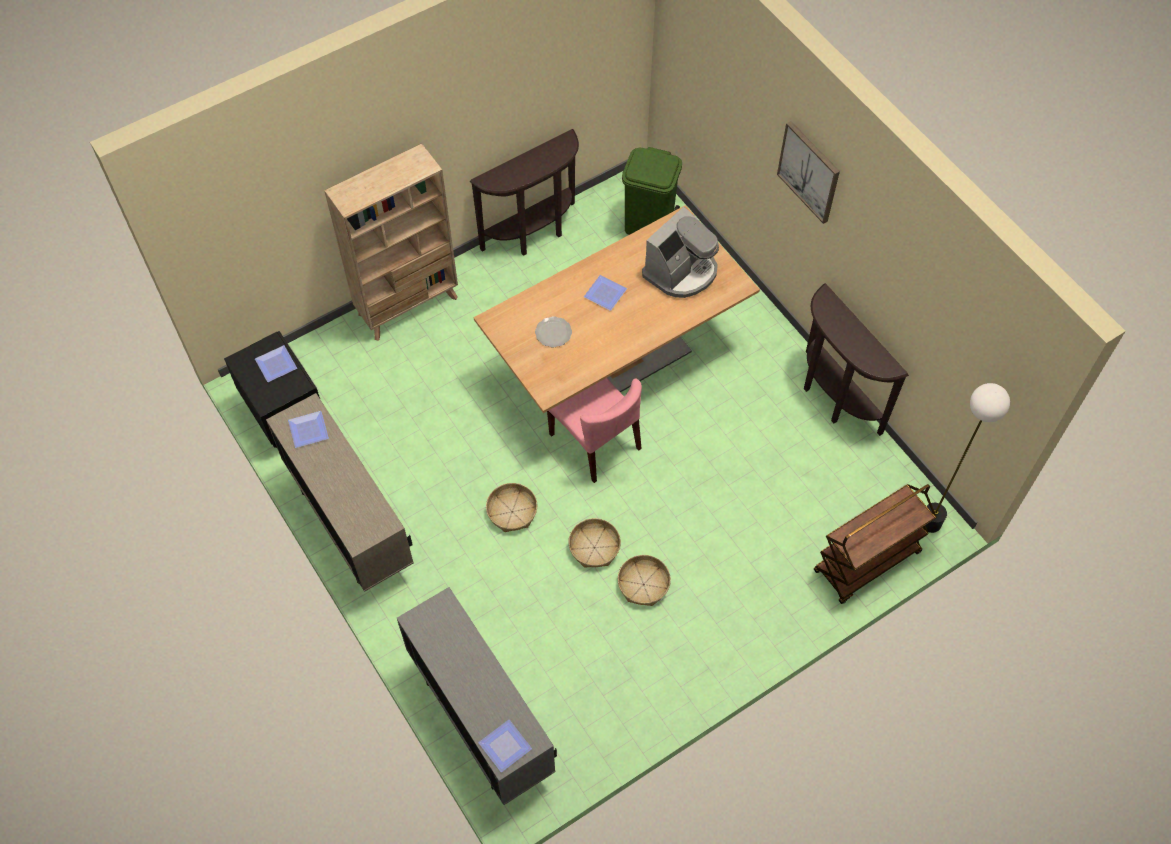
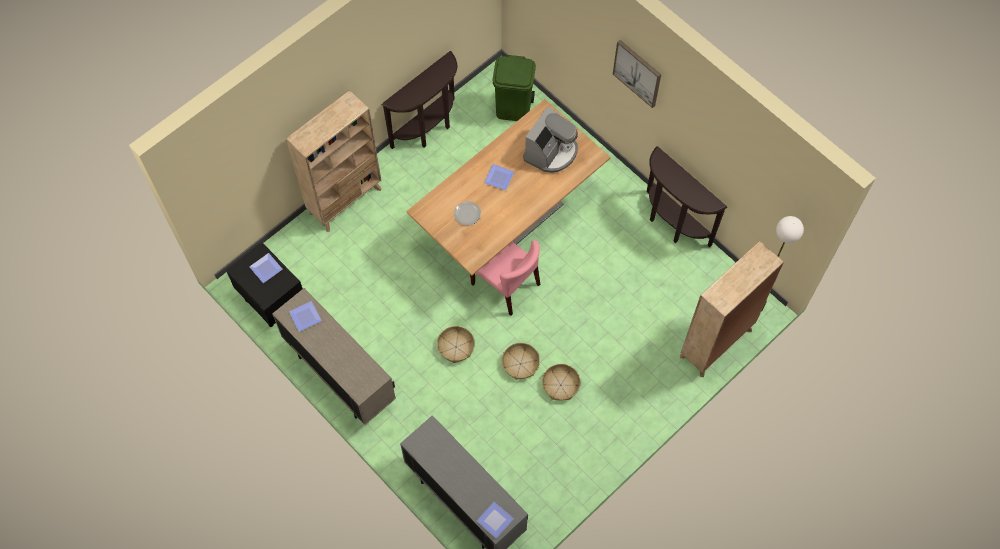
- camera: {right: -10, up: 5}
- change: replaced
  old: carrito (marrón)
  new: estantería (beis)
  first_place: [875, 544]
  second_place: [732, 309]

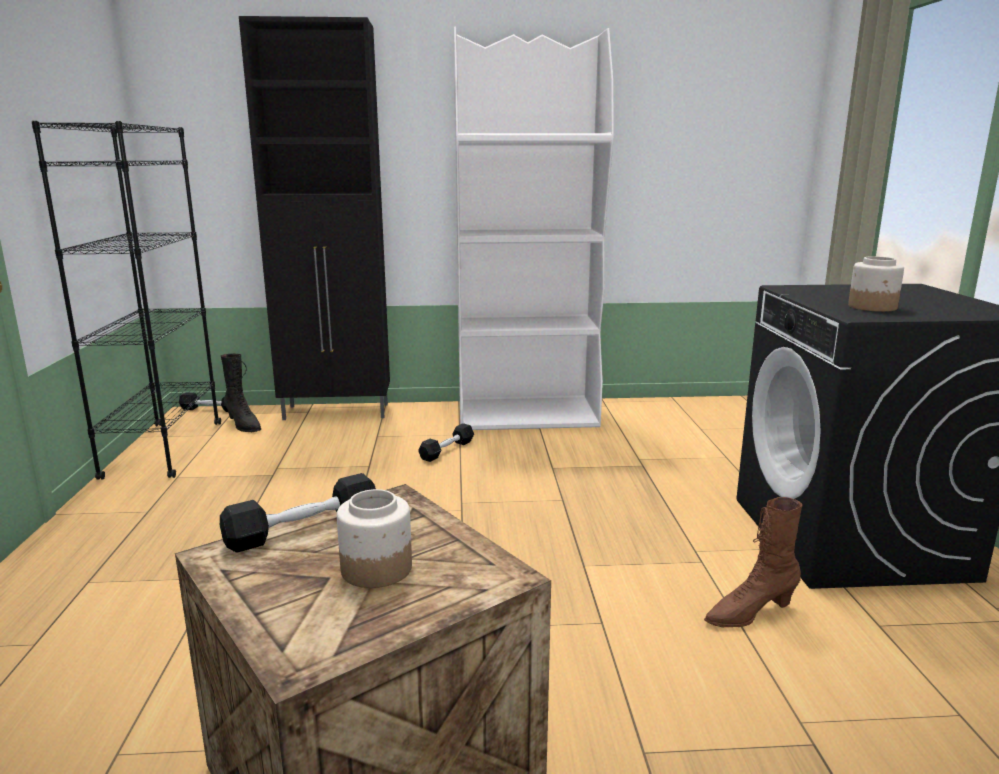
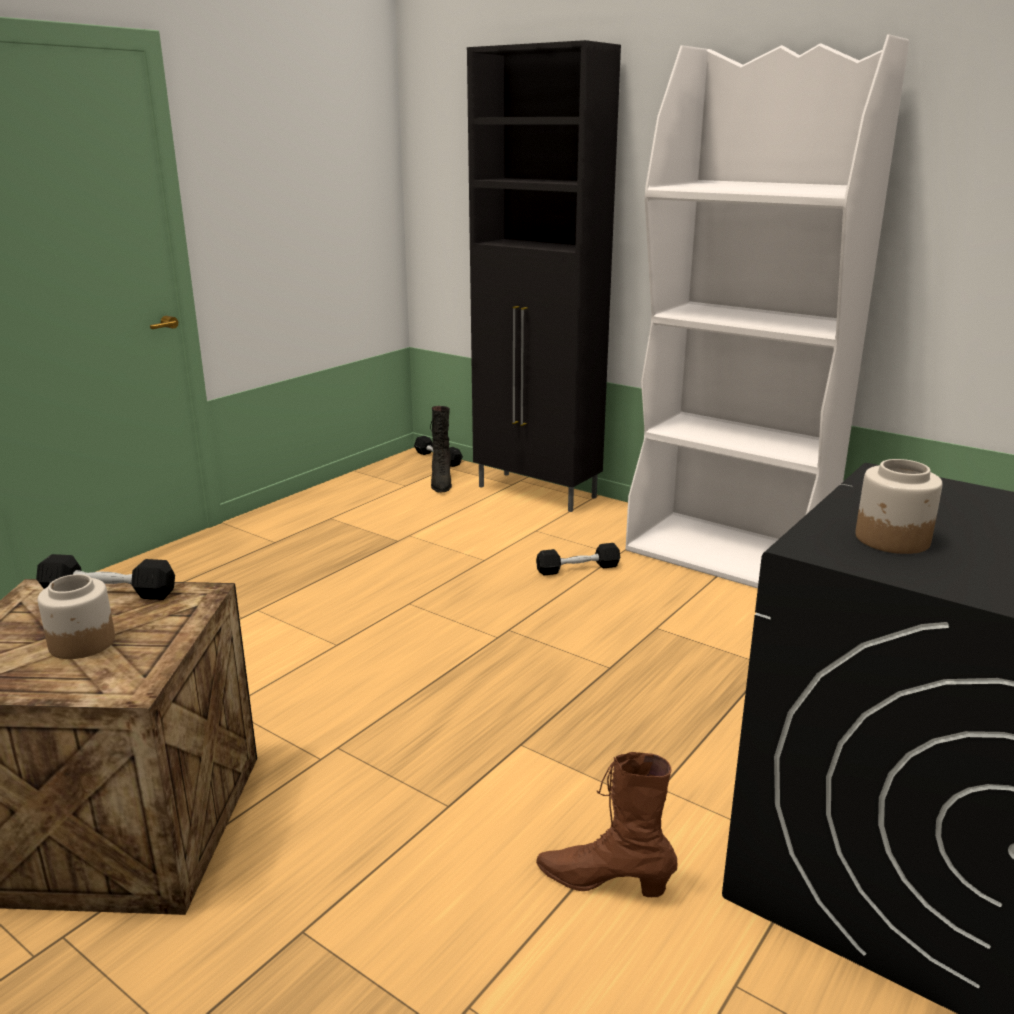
- camera: {right: 40, up: 5}
- change: removed
  old: estantería (negro)
  first_place: [126, 300]

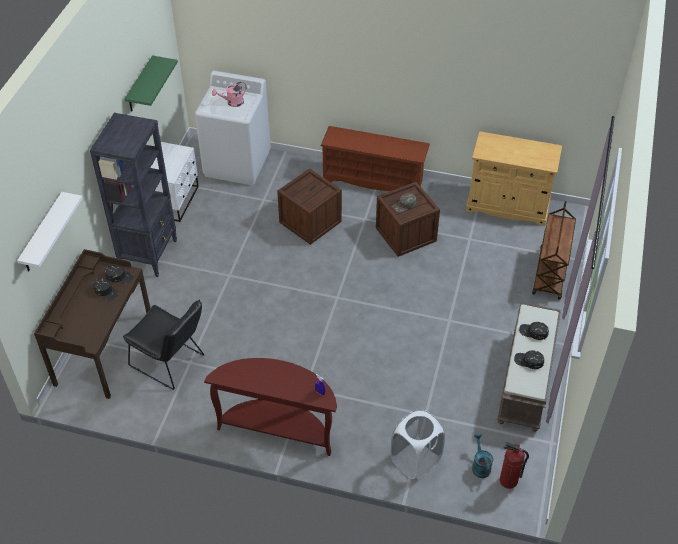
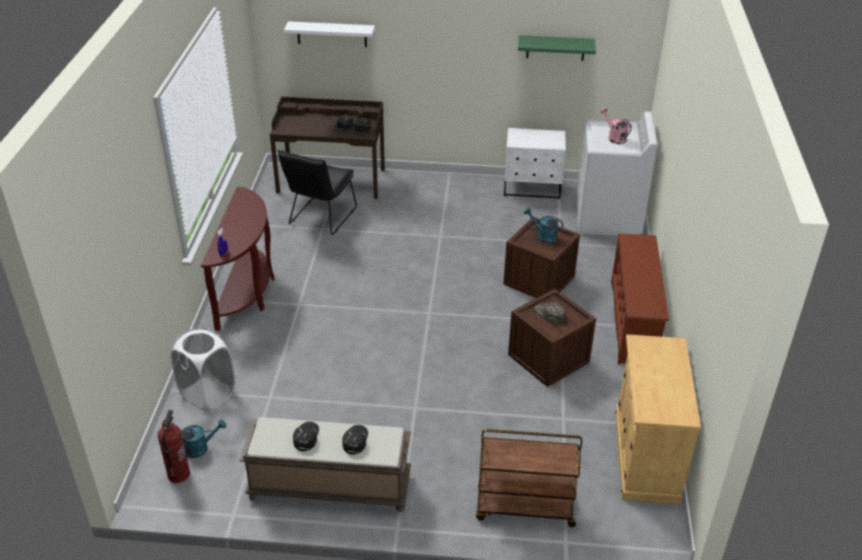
- camera: {right: 80, up: -10}
- change: removed
  old: estantería (negro)
  first_place: [133, 195]
- change: added
  new: regadera (turquesa)
  second_place: [543, 226]

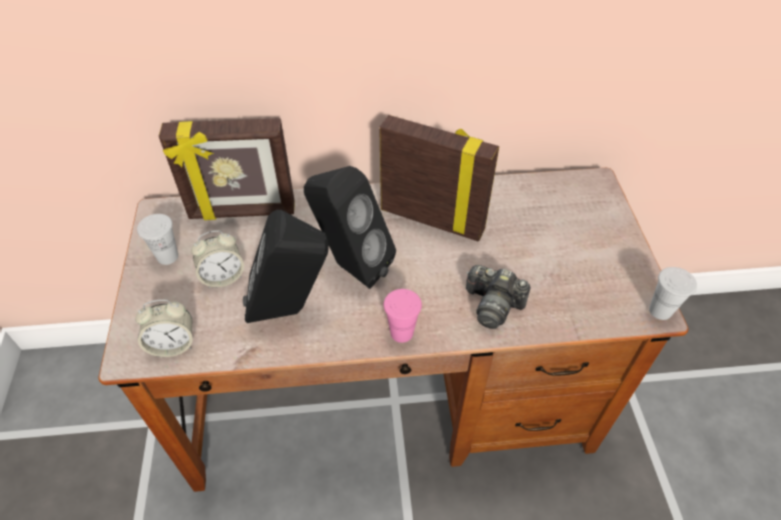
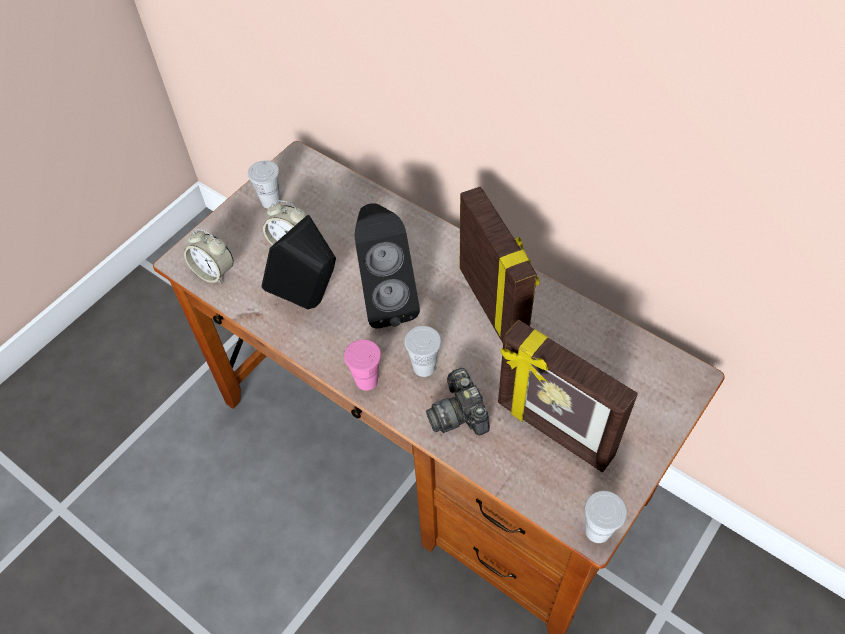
- camera: {right: 45, up: 5}
- change: added
  new: taza (blanco)
  second_place: [422, 351]
- change: moved
  old: portarretratos
  first_place: [227, 169]
  second_place: [568, 396]

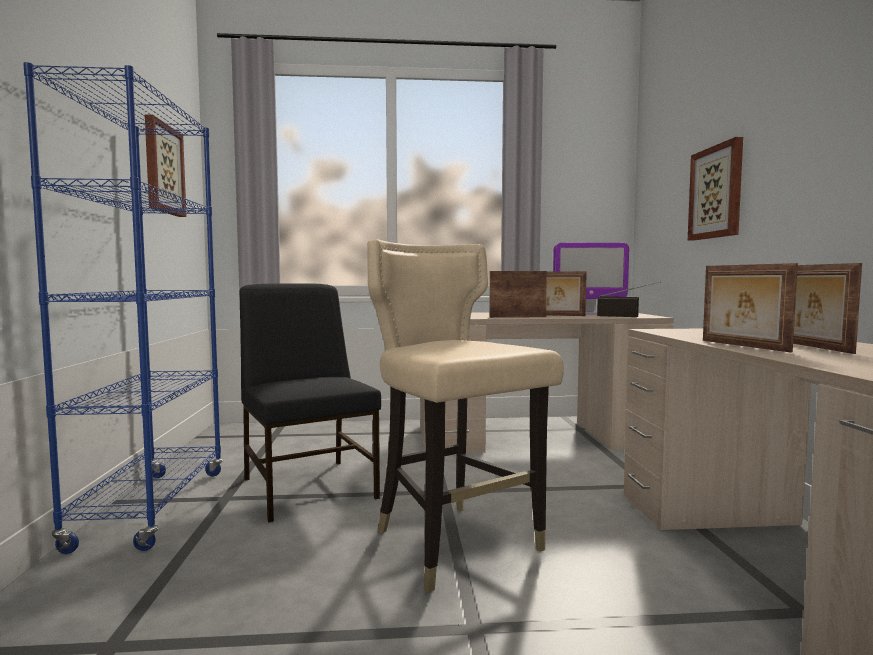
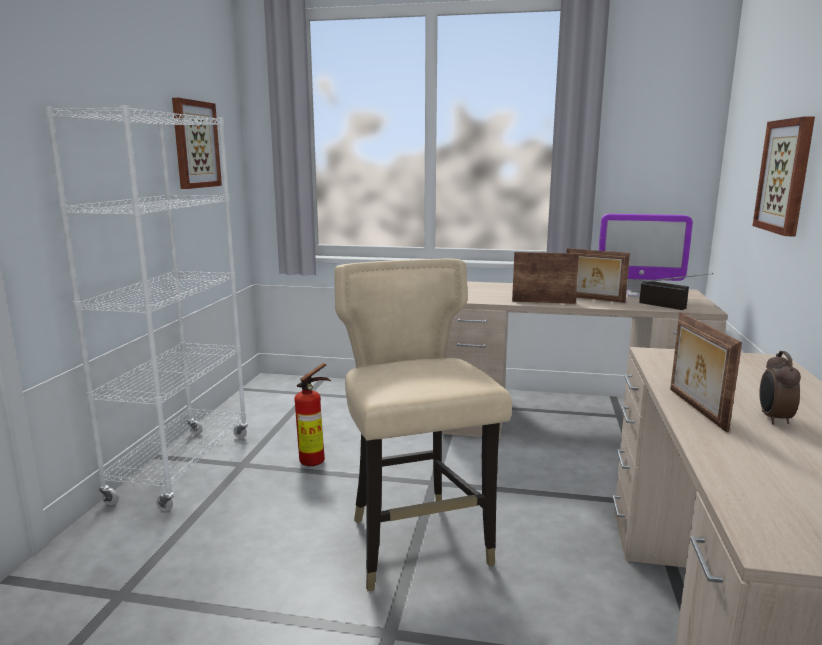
- camera: {right: 15, up: 10}
- change: replaced
  old: silla (negro)
  new: extintor
  first_place: [310, 402]
  second_place: [312, 414]
- change: replaced
  old: portarretratos
  new: despertador
  first_place: [827, 308]
  second_place: [780, 388]
- change: recoloured
  old: estantería (azul)
  new: estantería (blanco)
  first_place: [123, 308]
  second_place: [146, 308]

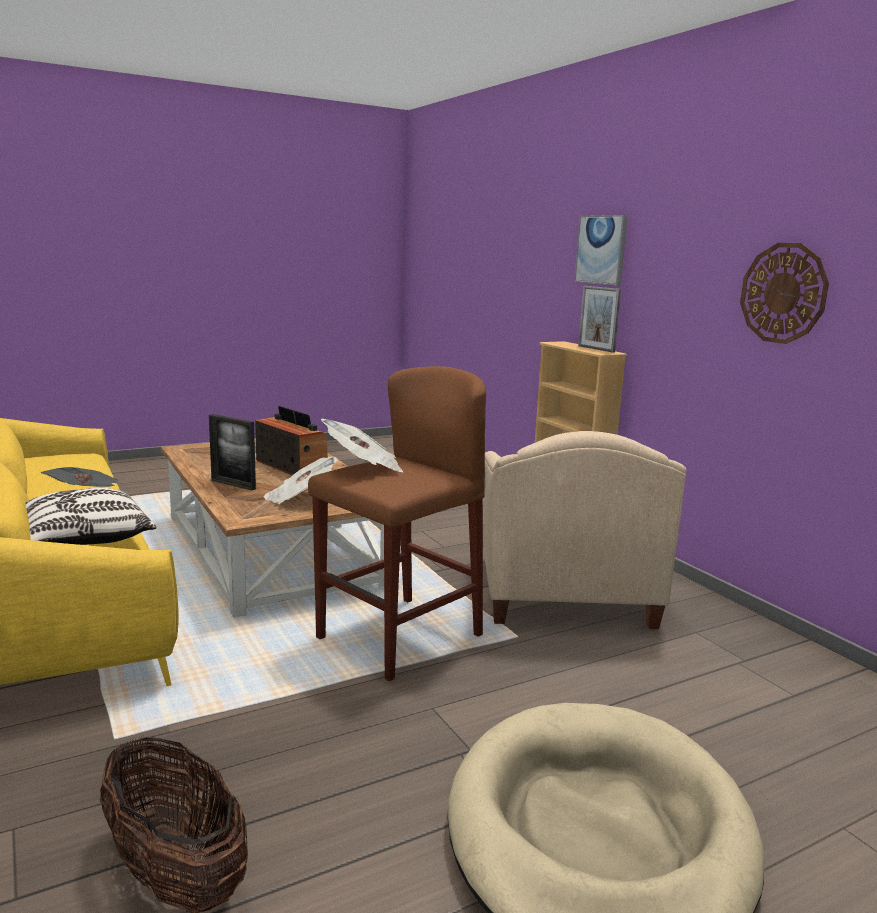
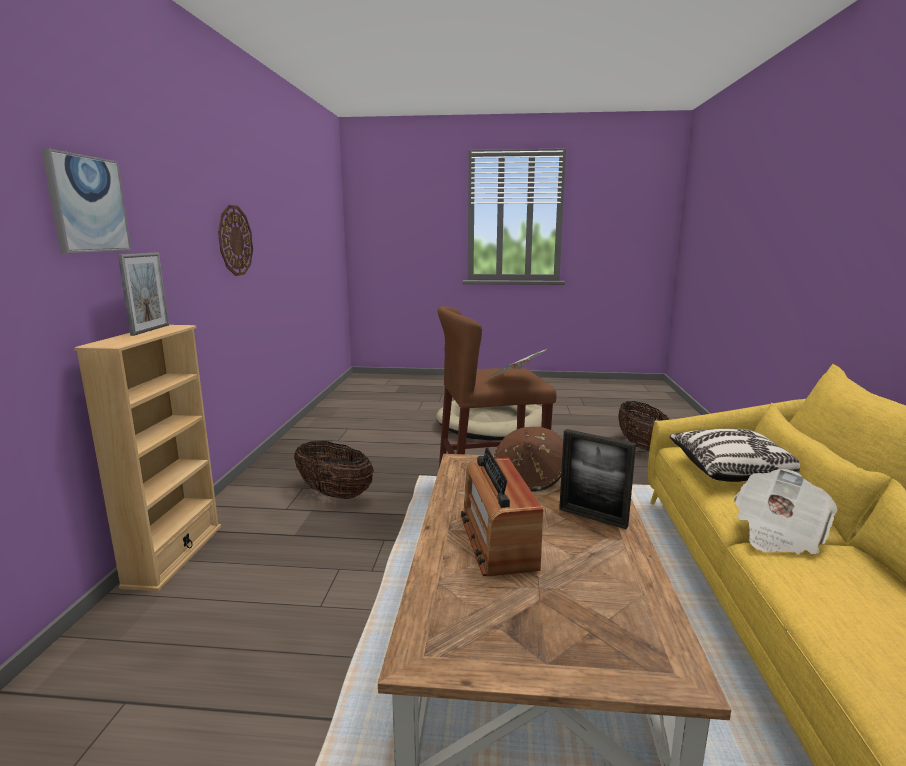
- camera: {right: -145, up: 0}
- change: replaced
  old: periódico
  new: sombrero (marrón)
  first_place: [301, 480]
  second_place: [528, 459]
- change: replaced
  old: sillón (beis)
  new: cesta
  first_place: [585, 530]
  second_place: [334, 470]
- change: turned
  old: portarretratos
  first_place: [232, 452]
  second_place: [597, 479]
  degrees: 150

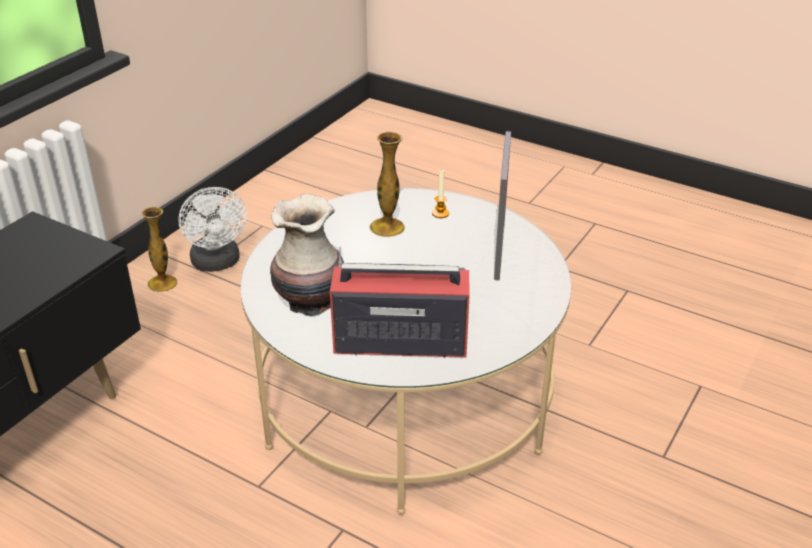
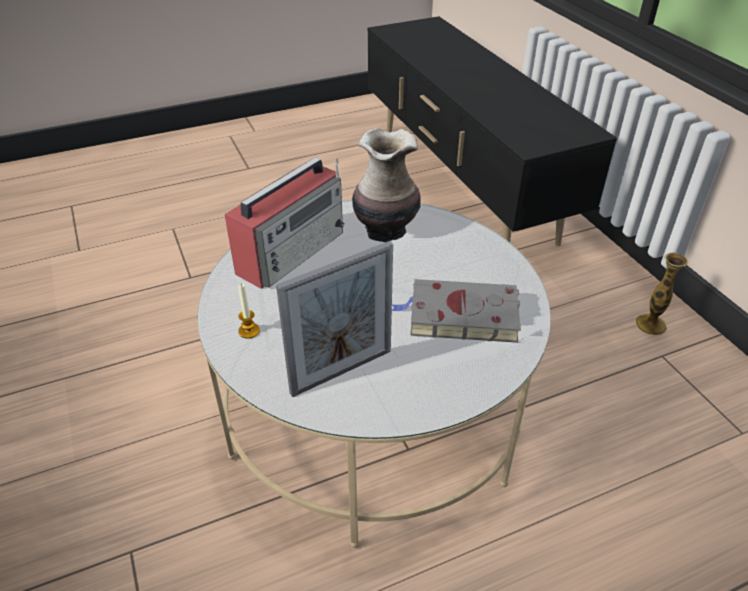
- camera: {right: 125, up: 5}
- change: removed
  old: ventilador (blanco)
  first_place: [213, 229]
- change: moved
  old: vela
  first_place: [440, 193]
  second_place: [249, 311]
- change: replaced
  old: florero
  new: libro (gris)
  first_place: [387, 184]
  second_place: [456, 311]
- change: turned
  old: portarretratos
  first_place: [502, 205]
  second_place: [334, 319]
  degrees: 105

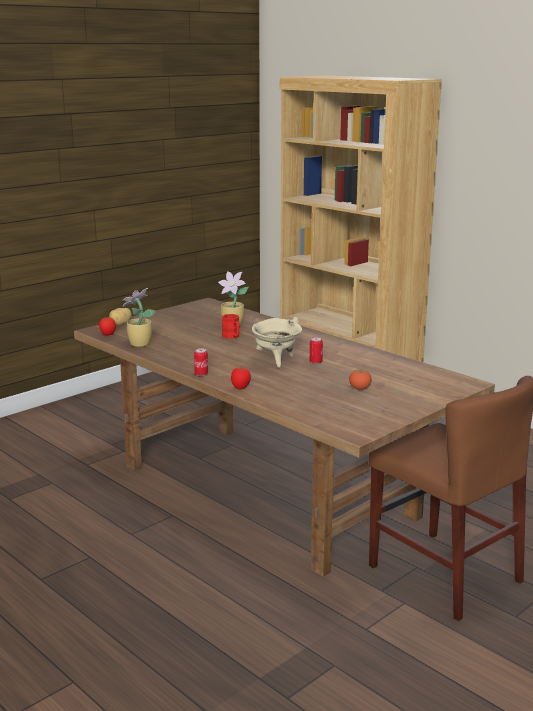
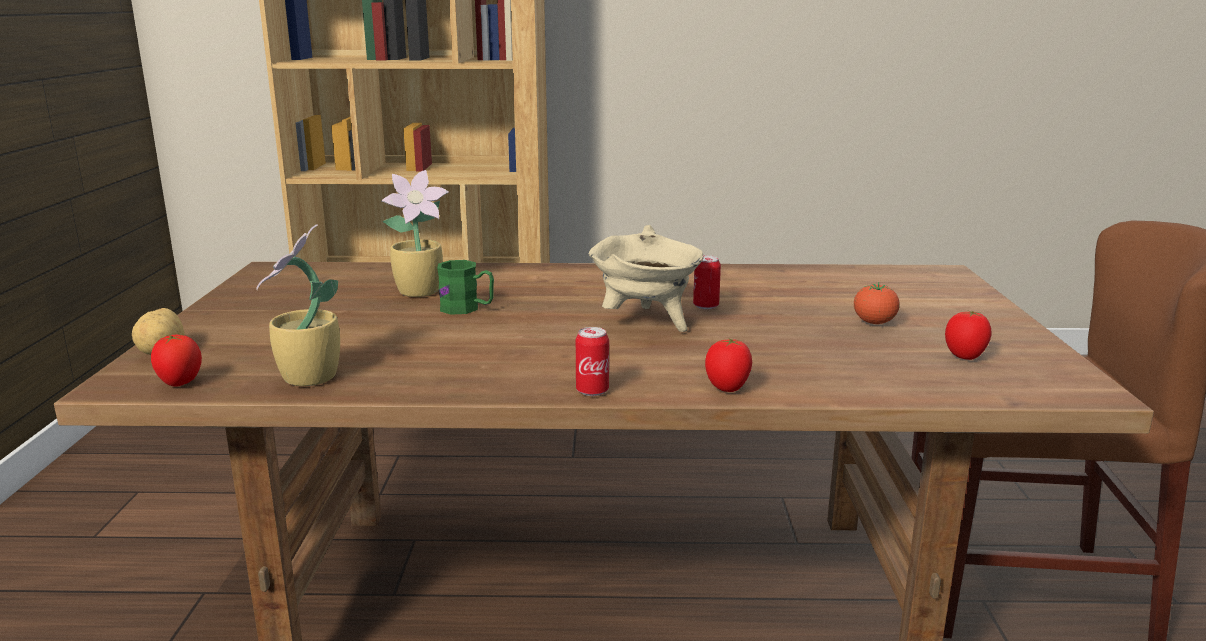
- camera: {right: -45, up: 0}
- change: added
  new: tomate
  second_place: [968, 335]
- change: recoloured
  old: taza grande (rojo)
  new: taza grande (verde)
  first_place: [230, 326]
  second_place: [465, 287]

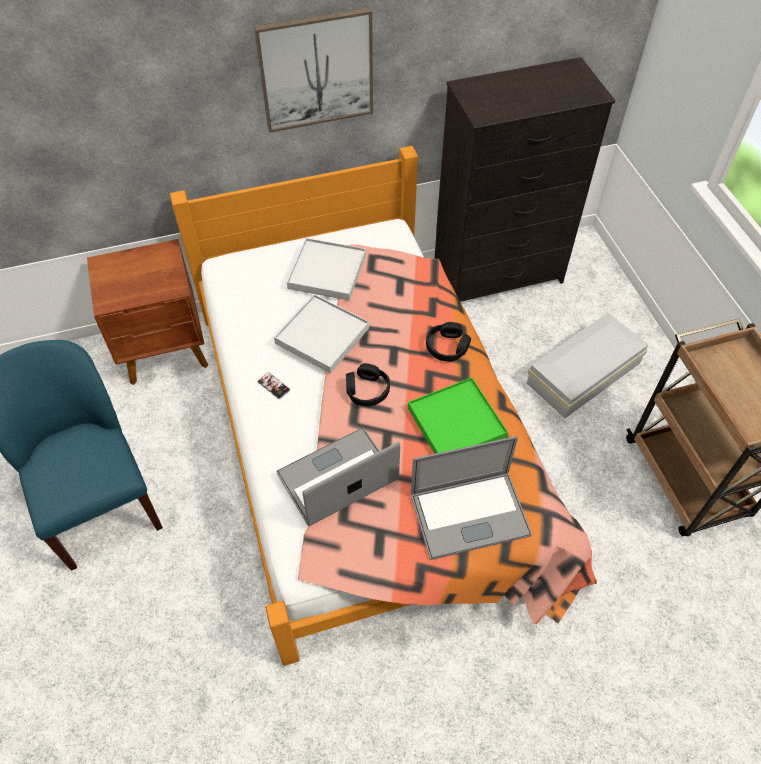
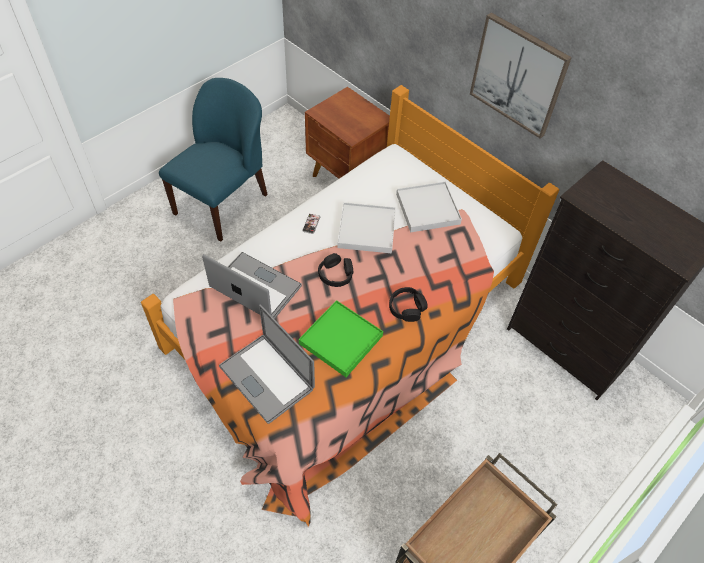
- camera: {right: 60, up: 0}
- change: removed
  old: caja de almacenaje (blanco)
  first_place: [587, 365]

